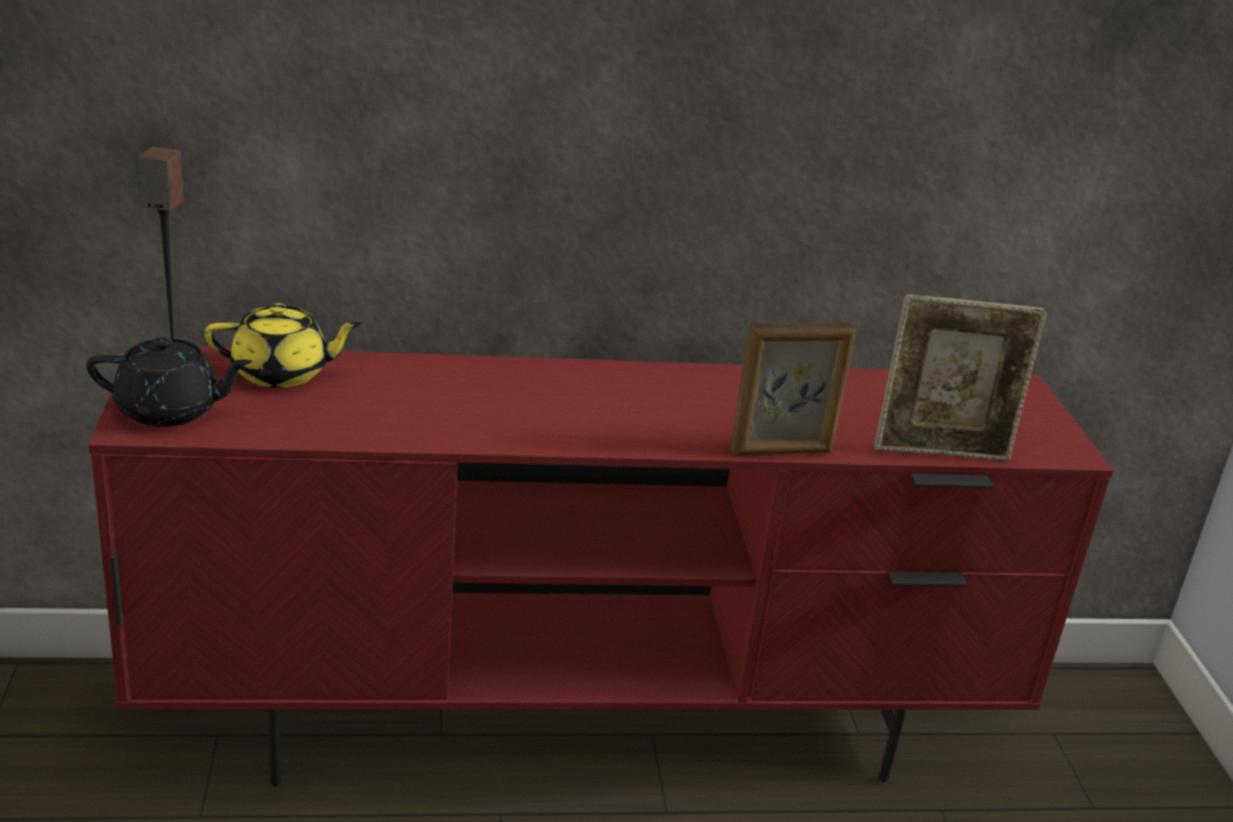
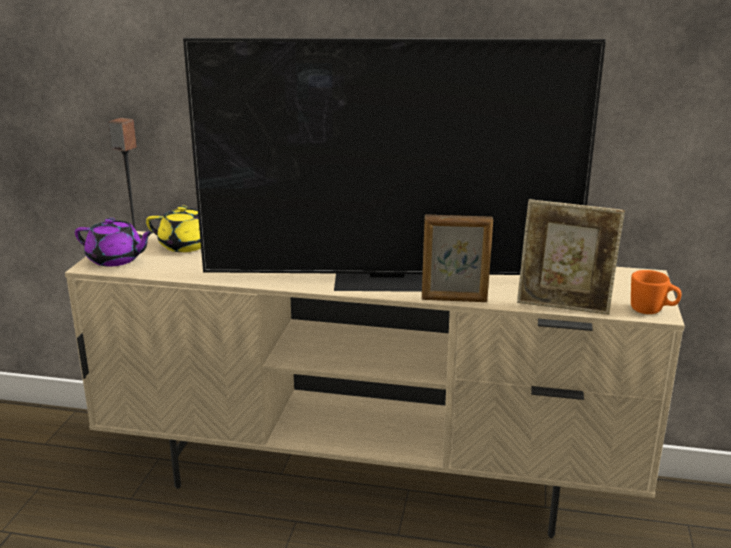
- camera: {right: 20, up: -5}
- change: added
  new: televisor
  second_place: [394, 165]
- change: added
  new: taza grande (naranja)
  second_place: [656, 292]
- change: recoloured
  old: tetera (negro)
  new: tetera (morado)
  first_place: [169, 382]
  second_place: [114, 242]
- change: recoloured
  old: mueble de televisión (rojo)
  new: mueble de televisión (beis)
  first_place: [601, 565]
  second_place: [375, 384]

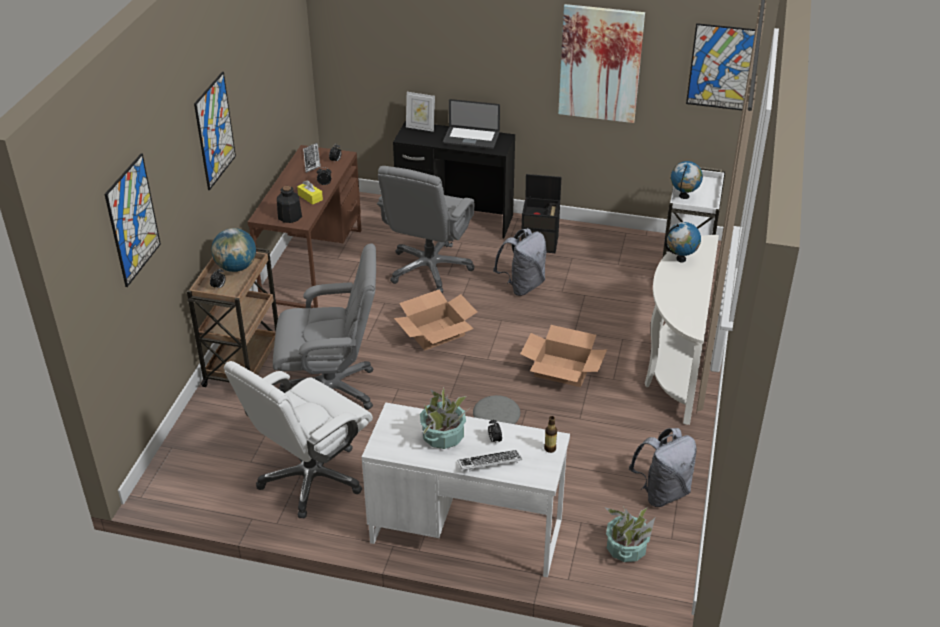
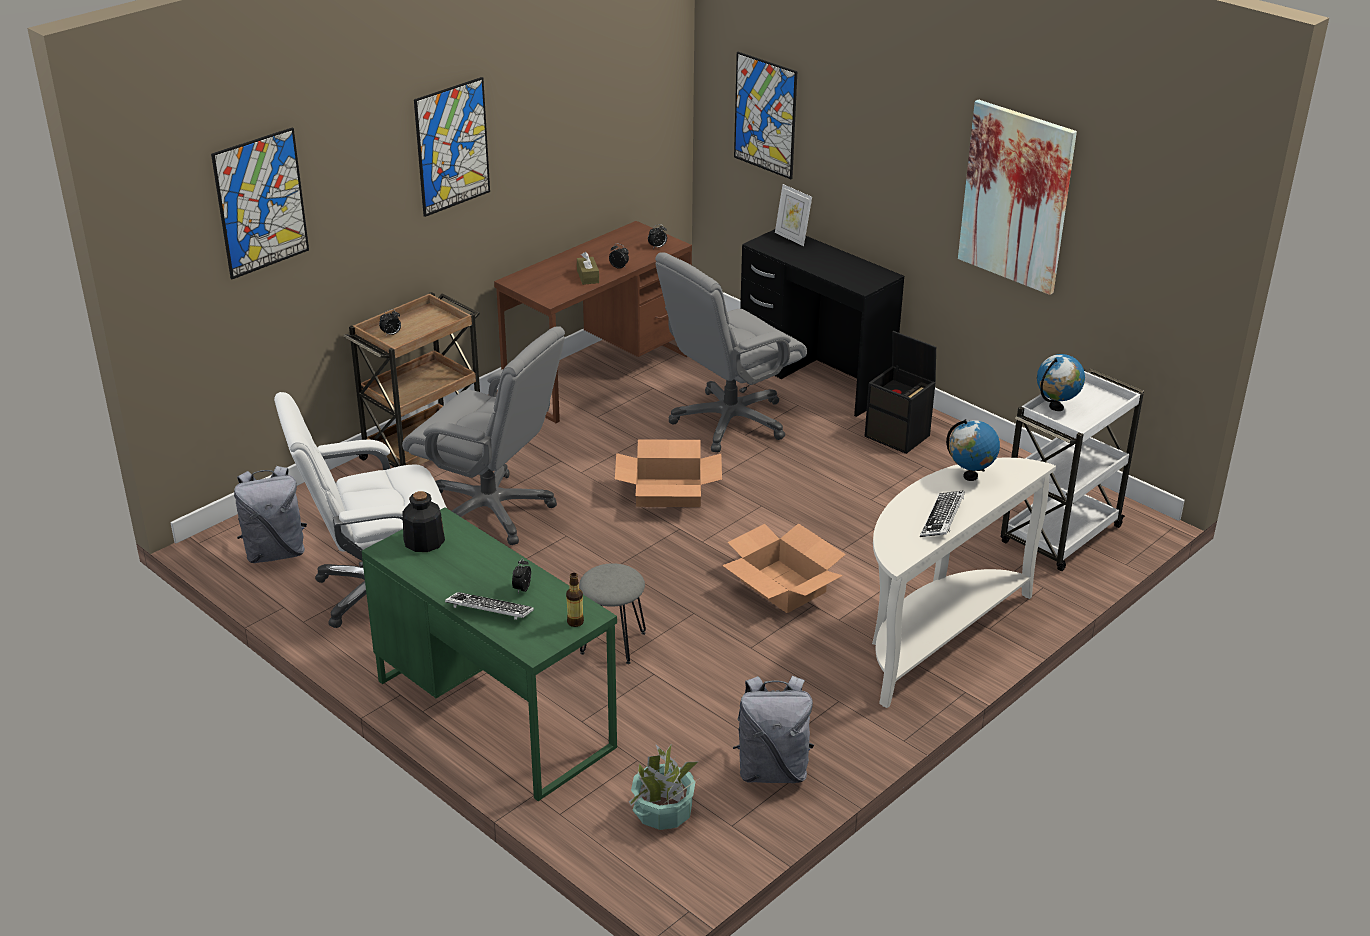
- camera: {right: 30, up: -5}
- change: removed
  old: globo terráqueo
  first_place: [234, 250]
- change: removed
  old: planta en maceta
  first_place: [444, 418]
- change: removed
  old: portátil
  first_place: [471, 124]
- change: moved
  old: botella
  first_place: [289, 204]
  second_place: [423, 521]
- change: moved
  old: teclado
  first_place: [312, 158]
  second_place: [942, 514]
- change: moved
  old: mochila (gris)
  first_place: [519, 262]
  second_place: [270, 514]
- change: moved
  old: cuadro
  first_place: [720, 66]
  second_place: [765, 115]
- change: recoloured
  old: caja de pañuelos (amarillo)
  new: caja de pañuelos (marrón)
  first_place: [310, 192]
  second_place: [588, 268]
- change: recoloured
  old: escritorio (blanco)
  new: escritorio (verde)
  first_place: [466, 489]
  second_place: [489, 654]

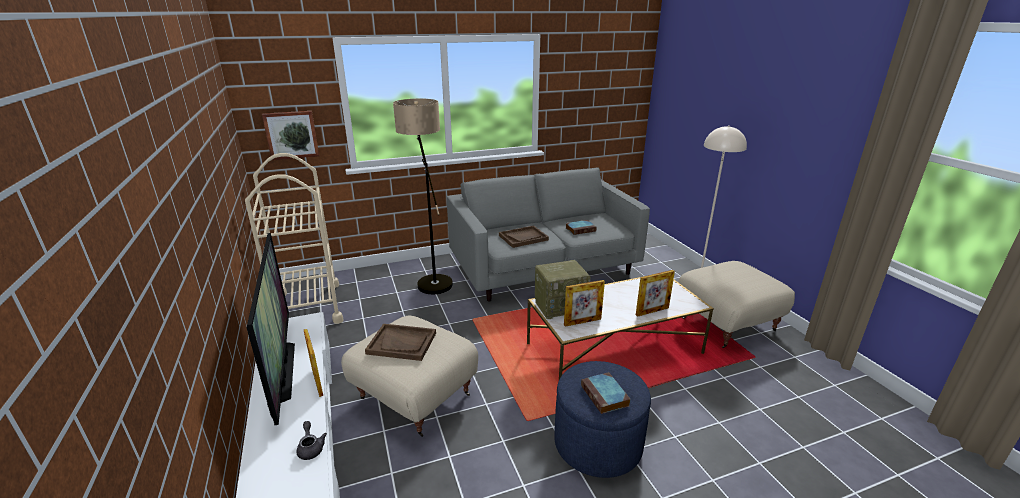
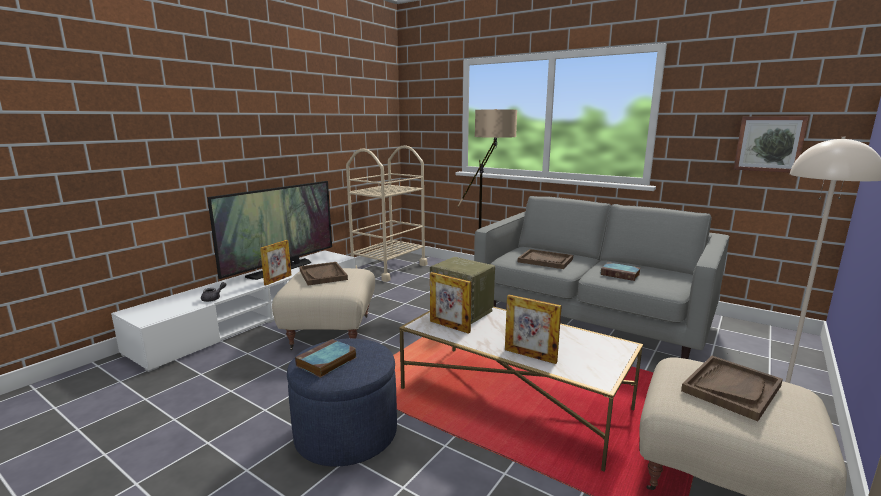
- camera: {right: 55, up: -10}
- change: added
  new: bandeja (marrón)
  second_place: [732, 388]
- change: moved
  old: cuadro
  first_place: [290, 135]
  second_place: [771, 144]

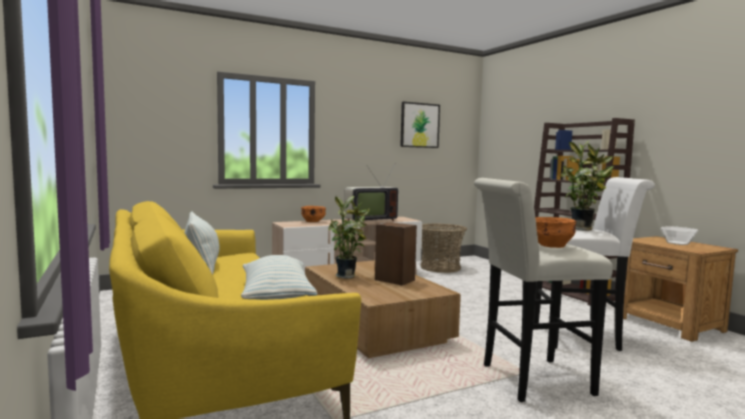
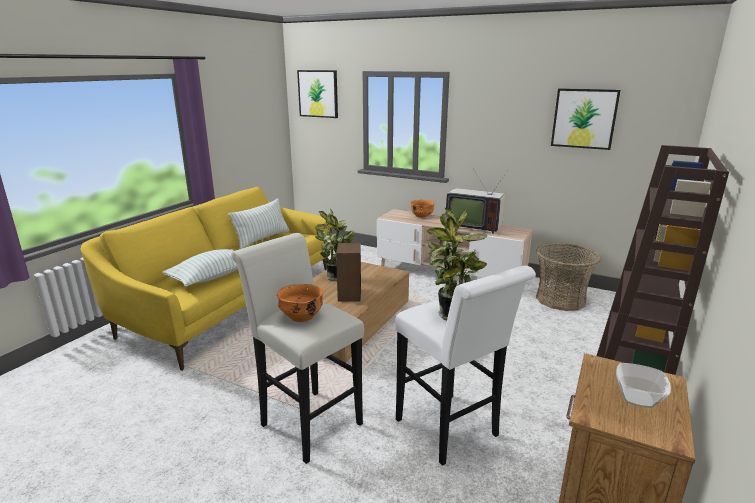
- camera: {right: 55, up: 15}
- change: added
  new: cuadro
  second_place: [317, 94]

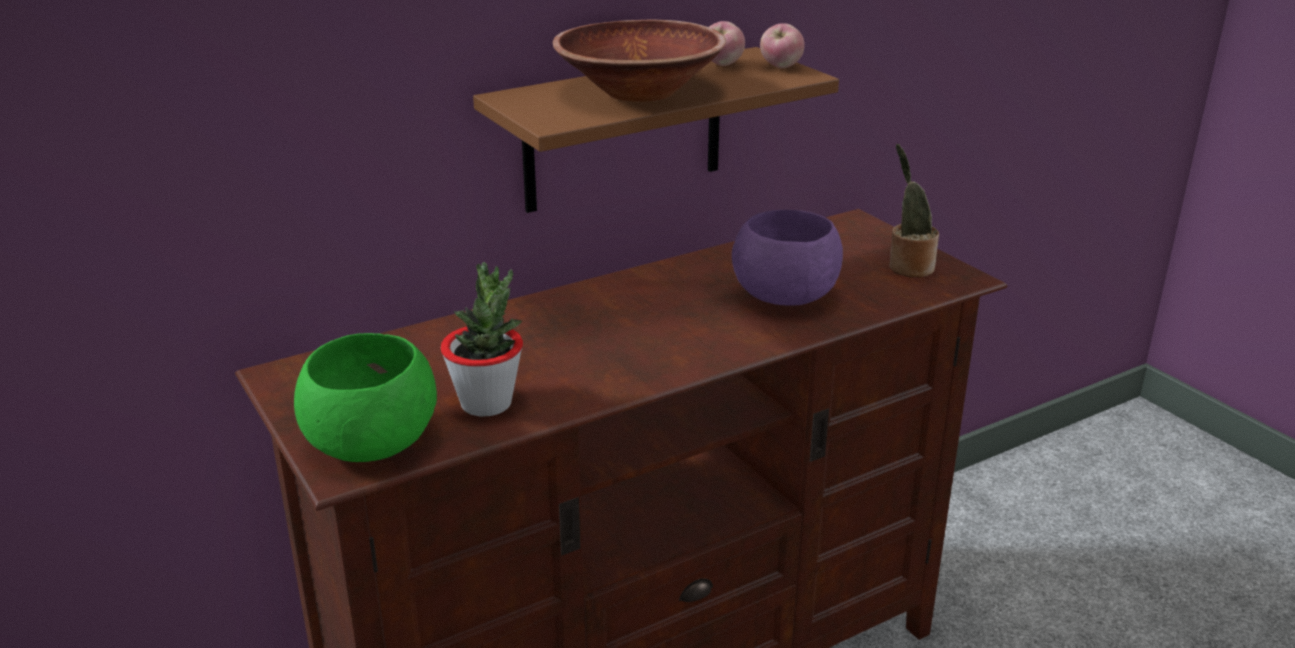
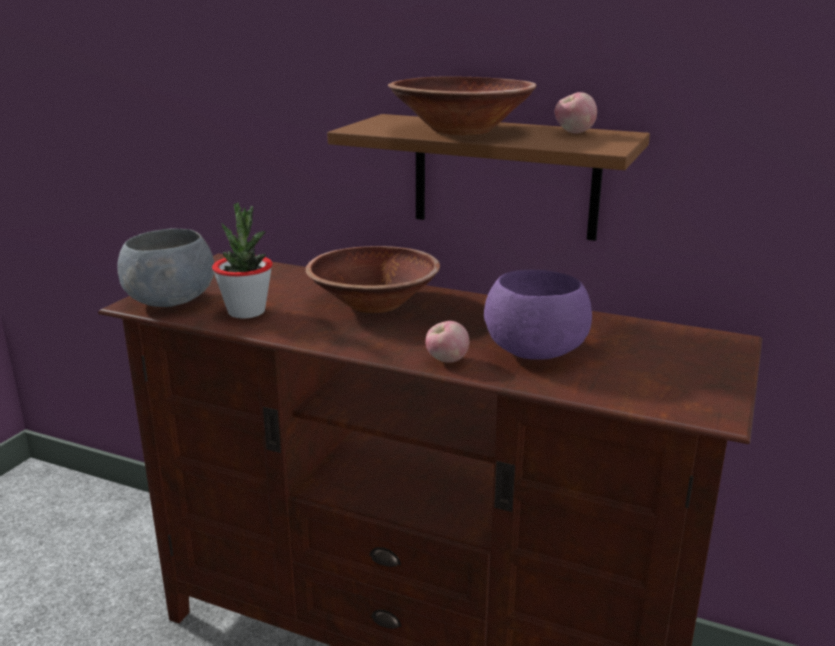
- camera: {right: 55, up: -5}
- change: removed
  old: planta en maceta
  first_place: [914, 210]
- change: added
  new: cuenco (marrón)
  second_place: [372, 279]
- change: moved
  old: manzana
  first_place: [782, 45]
  second_place: [447, 342]
- change: recoloured
  old: cuenco (verde)
  new: cuenco (gris)
  first_place: [365, 397]
  second_place: [166, 268]

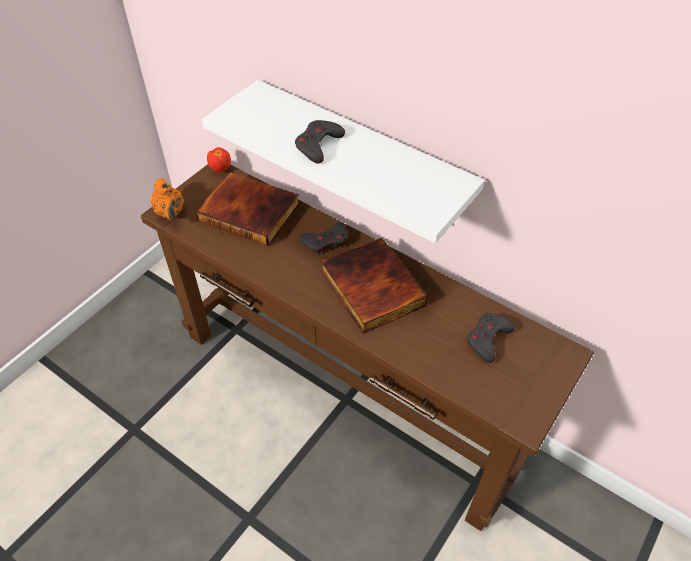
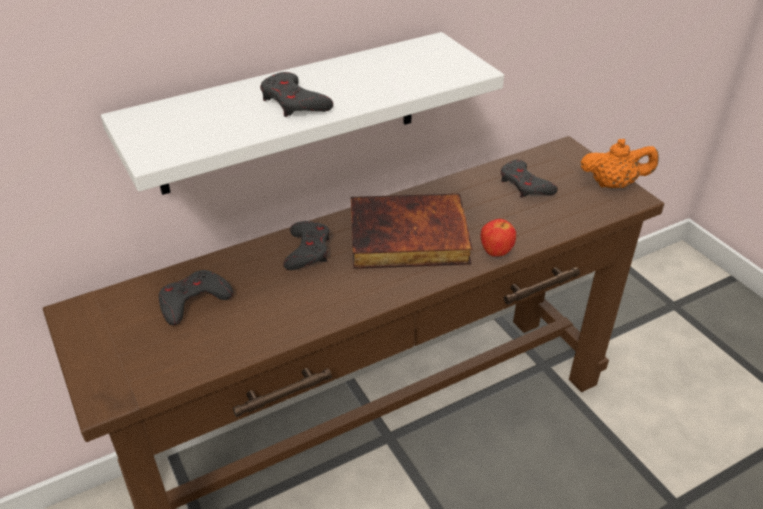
- camera: {right: -65, up: -10}
- change: moved
  old: tetera (naranja)
  first_place: [167, 199]
  second_place: [620, 164]
- change: moved
  old: manzana
  first_place: [219, 159]
  second_place: [498, 237]
- change: replaced
  old: libro
  new: mando de consola (gris)
  first_place: [247, 209]
  second_place: [196, 297]

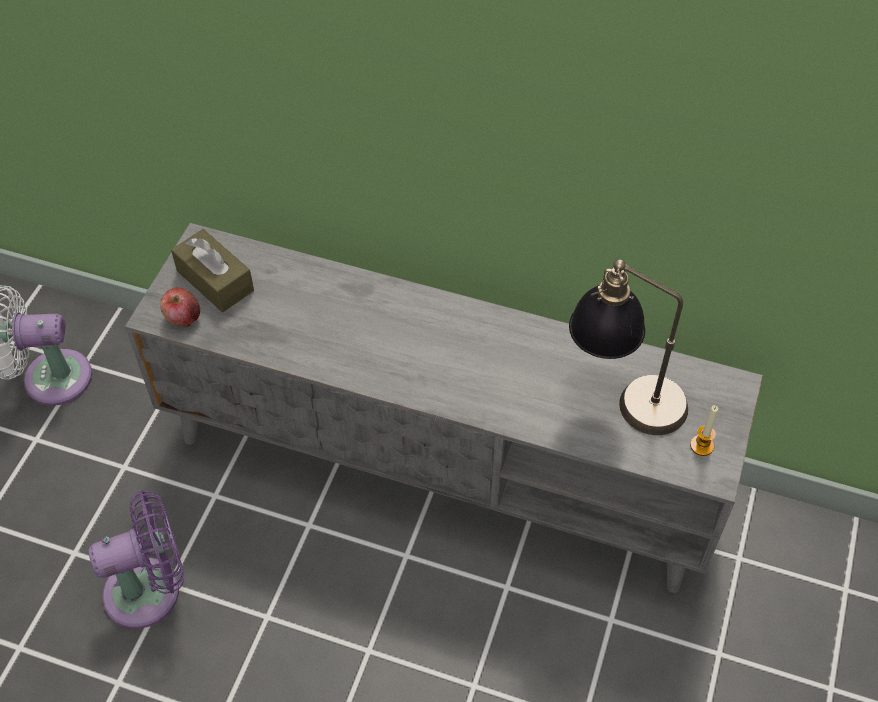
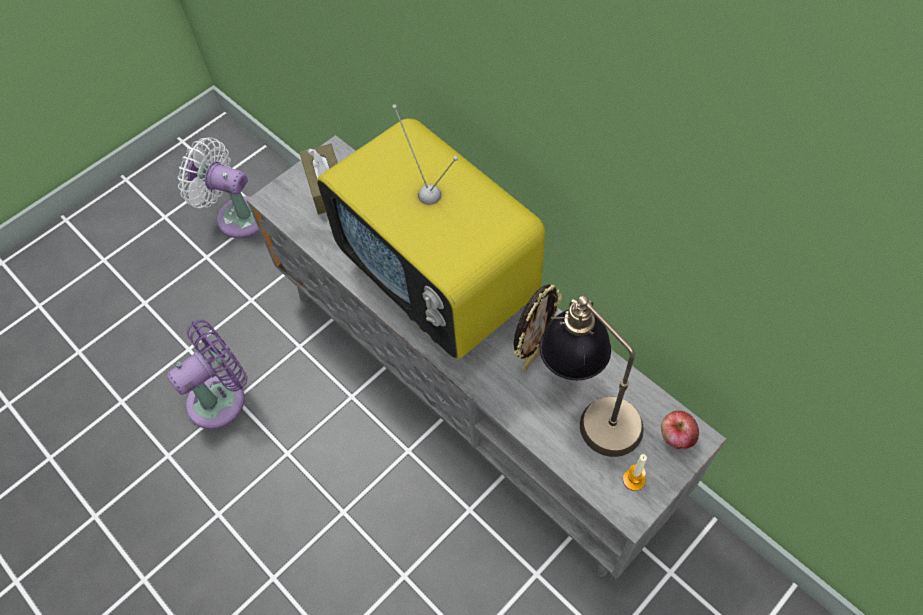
- camera: {right: 30, up: 5}
- change: added
  new: televisor
  second_place: [431, 231]
- change: added
  new: portarretratos
  second_place: [538, 327]
- change: moved
  old: manzana
  first_place: [180, 307]
  second_place: [680, 430]
- change: turned
  old: ventilador (morado)
  first_place: [136, 559]
  second_place: [207, 374]
  degrees: -45

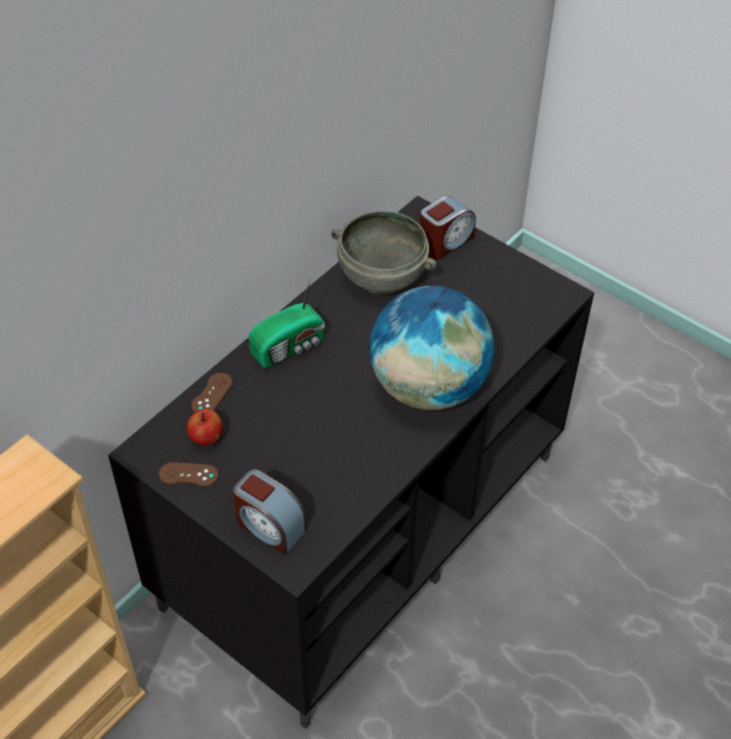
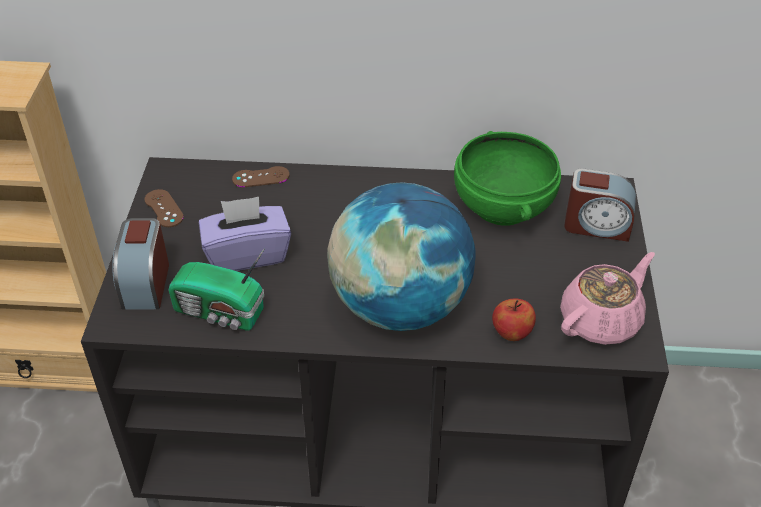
- camera: {right: 55, up: -5}
- change: added
  new: caja de pañuelos (morado)
  second_place: [245, 234]
- change: added
  new: tetera (rosa)
  second_place: [607, 298]
- change: moved
  old: manzana
  first_place: [204, 427]
  second_place: [514, 319]
- change: moved
  old: radio
  first_place: [286, 319]
  second_place: [217, 289]
- change: recoloured
  old: cuenco (gris)
  new: cuenco (verde)
  first_place: [384, 252]
  second_place: [507, 178]

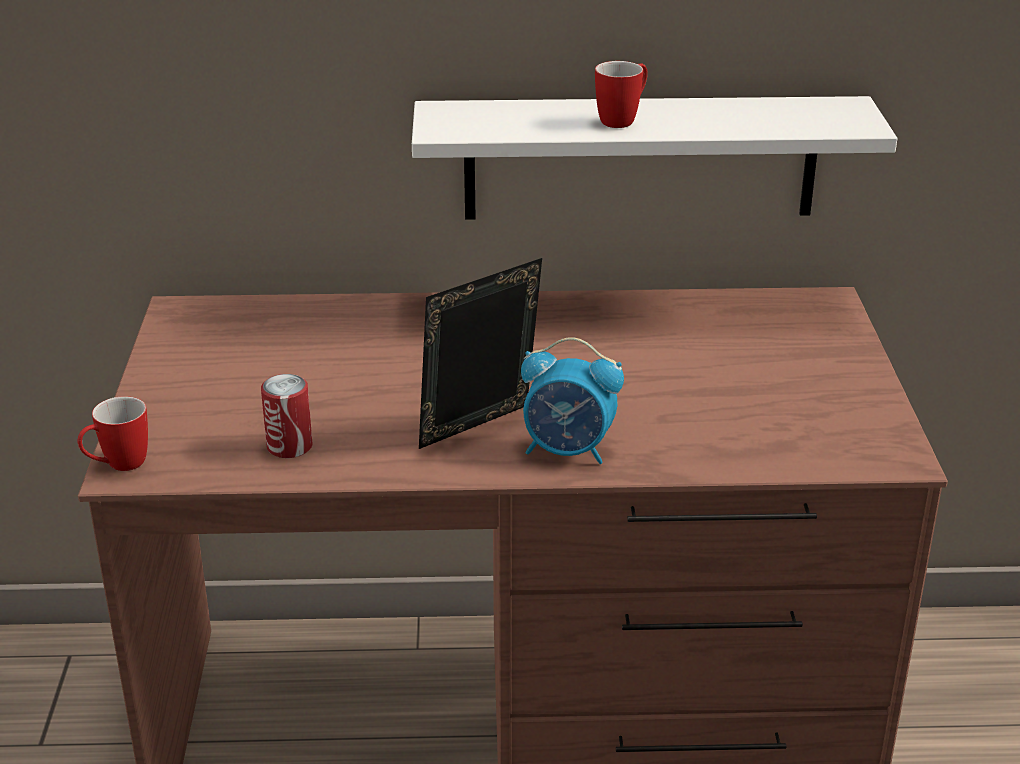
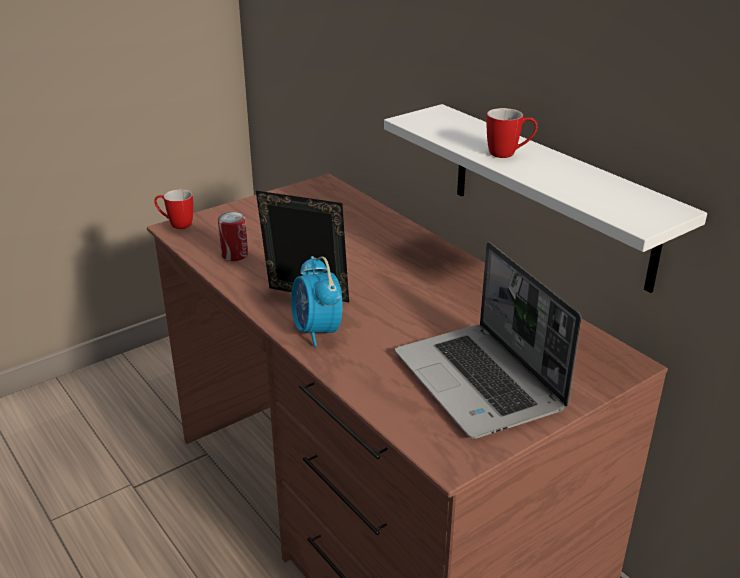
- camera: {right: 55, up: 0}
- change: added
  new: portátil
  second_place: [488, 340]

